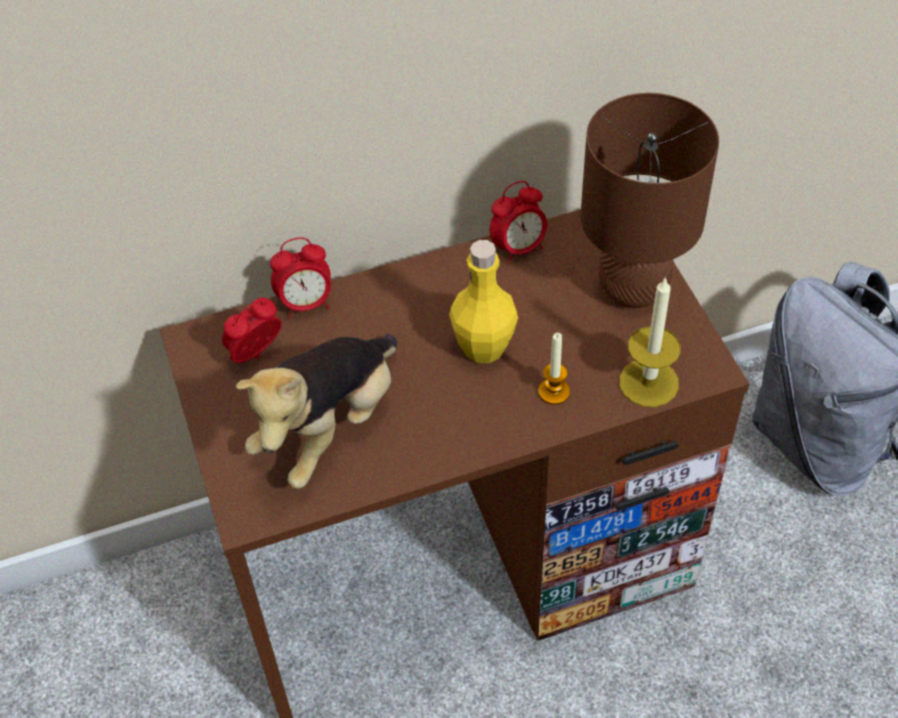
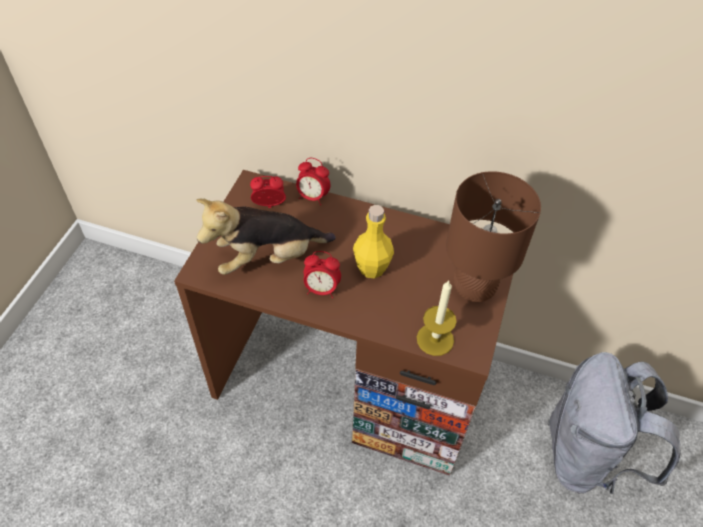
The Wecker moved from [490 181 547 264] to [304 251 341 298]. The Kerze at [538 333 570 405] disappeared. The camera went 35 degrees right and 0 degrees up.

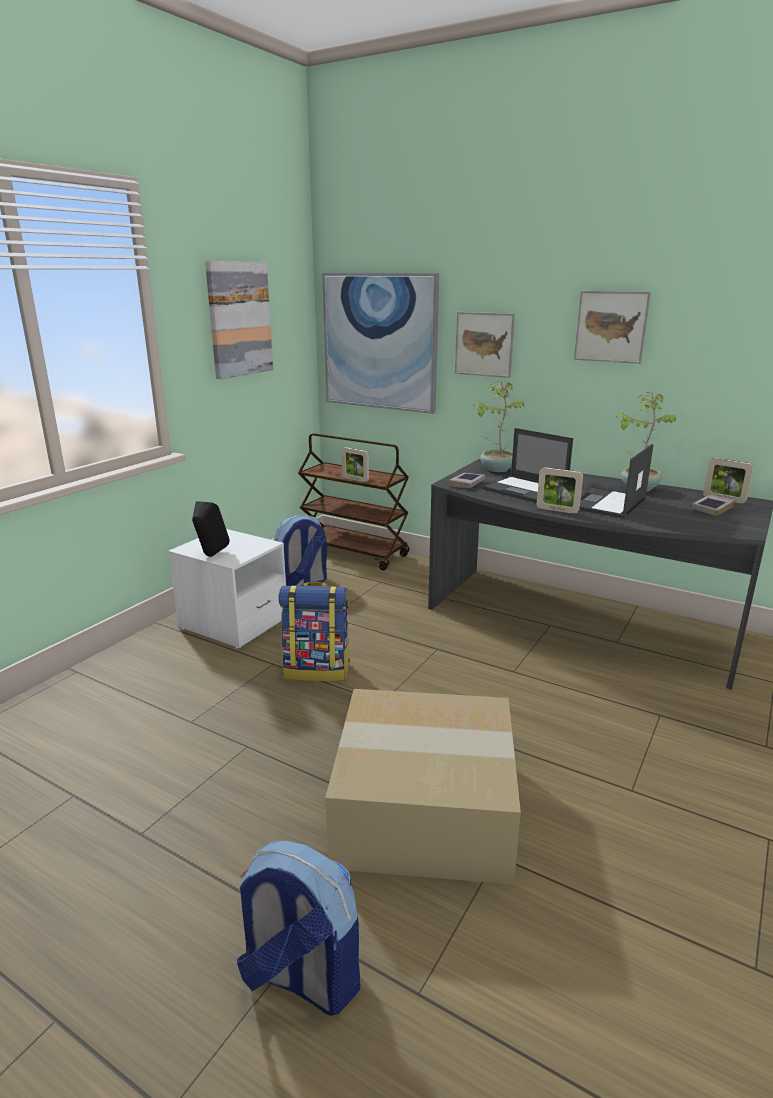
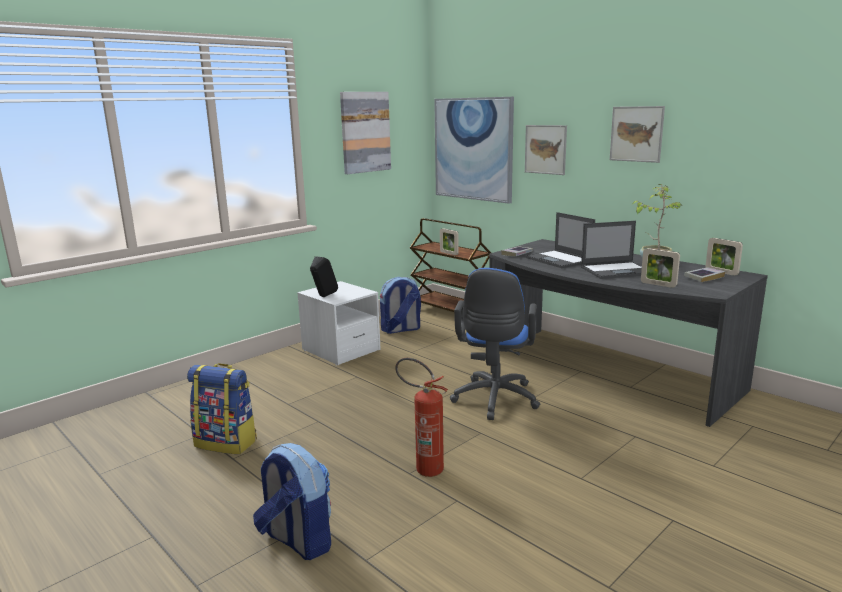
The Rucksack moved from [278 582 350 681] to [187 363 257 454]. The Karton at [325 689 521 885] was replaced by the Feuerlöscher at [395 358 448 477]. The Bürostuhl [blau] at [450 268 540 420] appeared. The Laptop at [579 444 653 519] turned 150 degrees counterclockwise. The Bilderrahmen moved from [537 467 583 514] to [641 248 680 288]. The Topfpflanze at [473 381 524 472] disappeared. The camera went 15 degrees right and 5 degrees down.

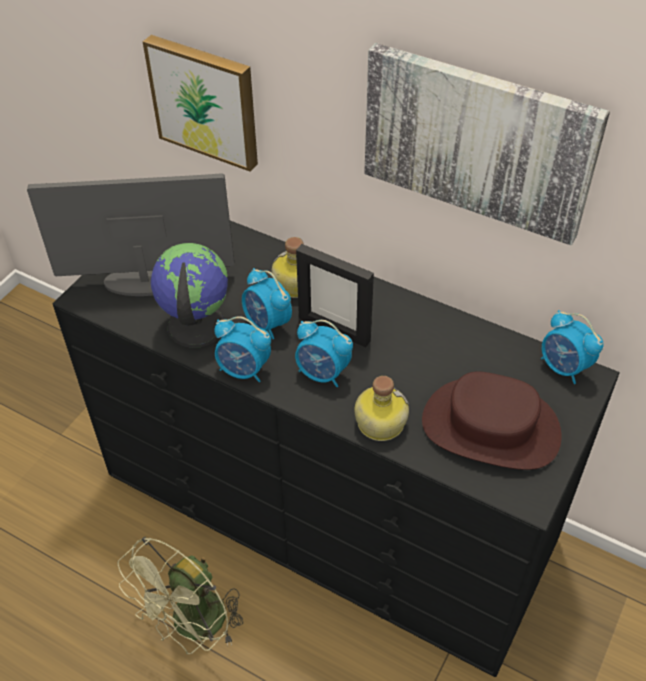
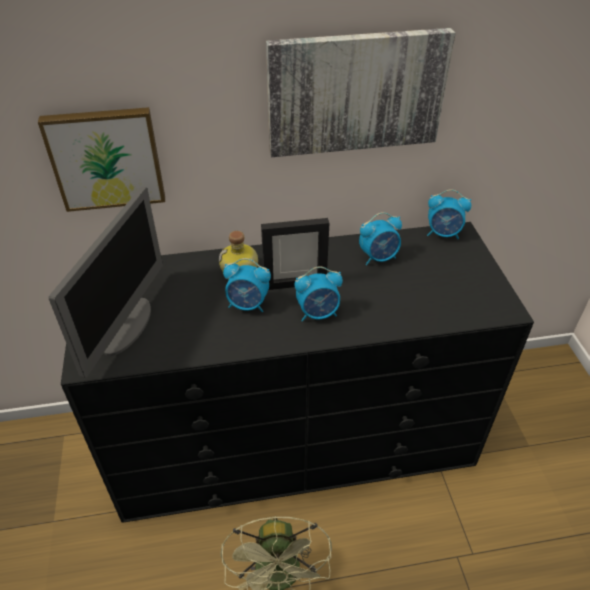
The Monitor at [27 173 234 296] turned 150 degrees clockwise. The Wecker moved from [214 316 271 382] to [359 212 402 265]. The Globus at [151 243 228 348] disappeared. The Flasche at [355 376 409 441] disappeared. The Hut [braun] at [422 371 562 470] disappeared. The camera went 40 degrees left and 5 degrees down.

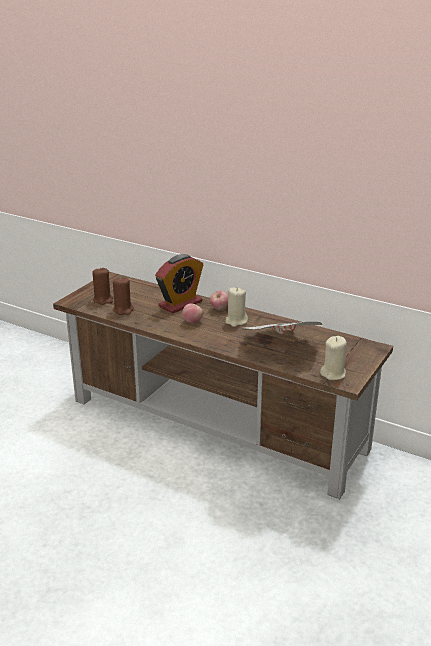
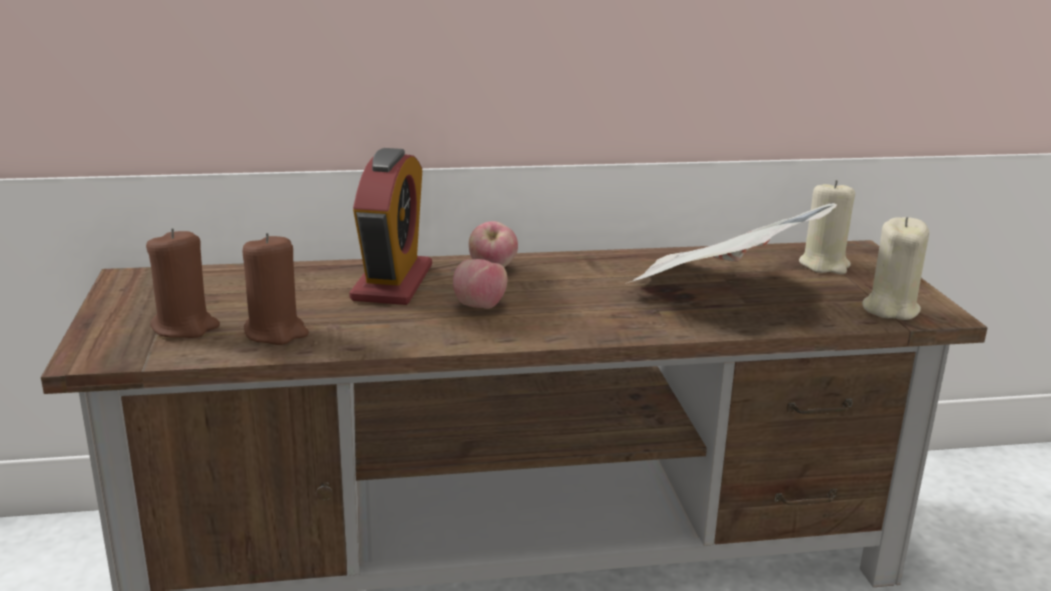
The Kerze [beige] moved from [225 287 248 327] to [799 180 855 274]. The camera went 40 degrees left and 5 degrees down.

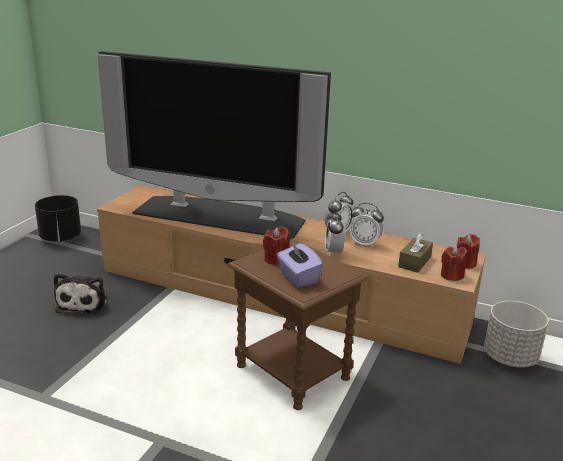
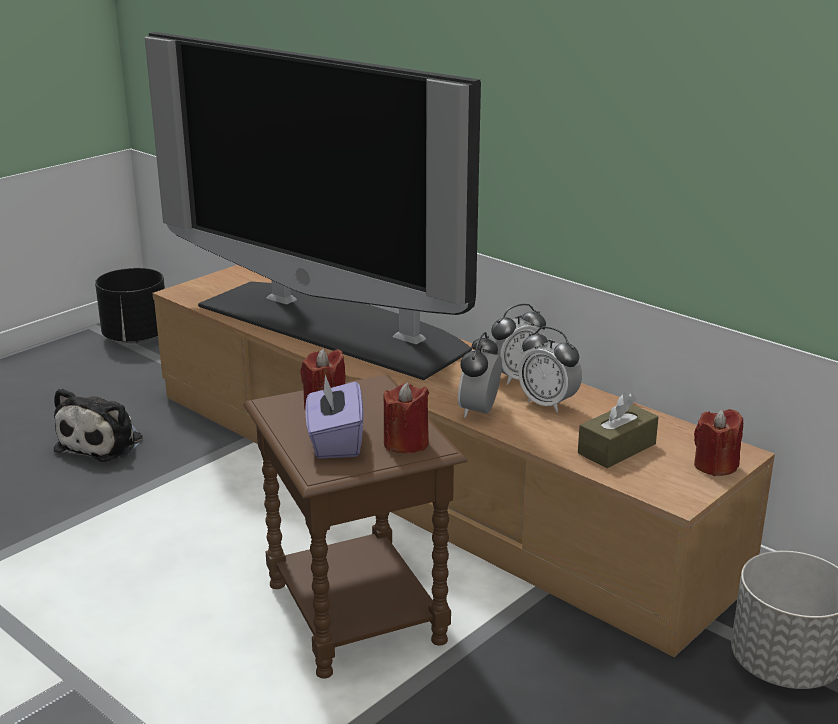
The Kerze [rot] moved from [441 246 467 281] to [383 382 429 454]. The camera went 20 degrees right and 0 degrees up.

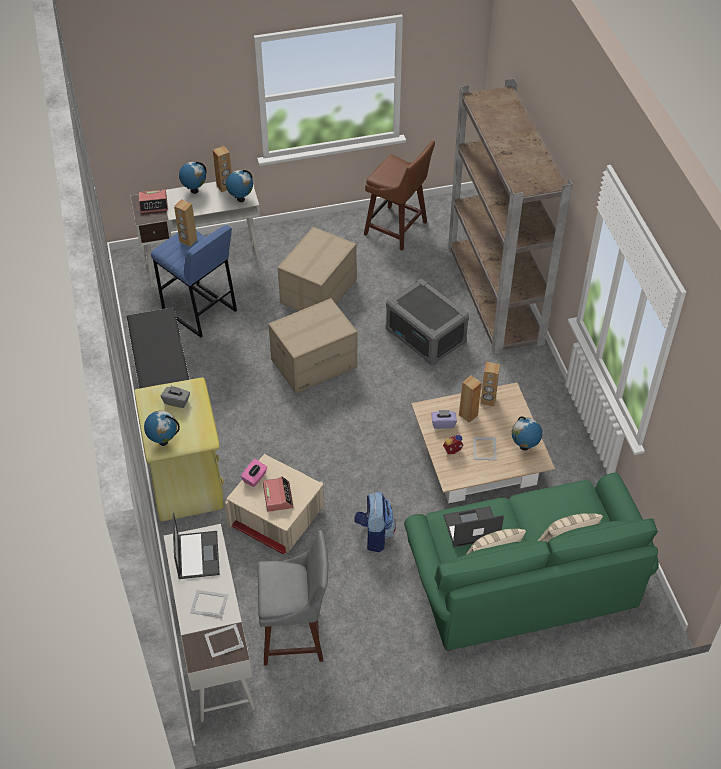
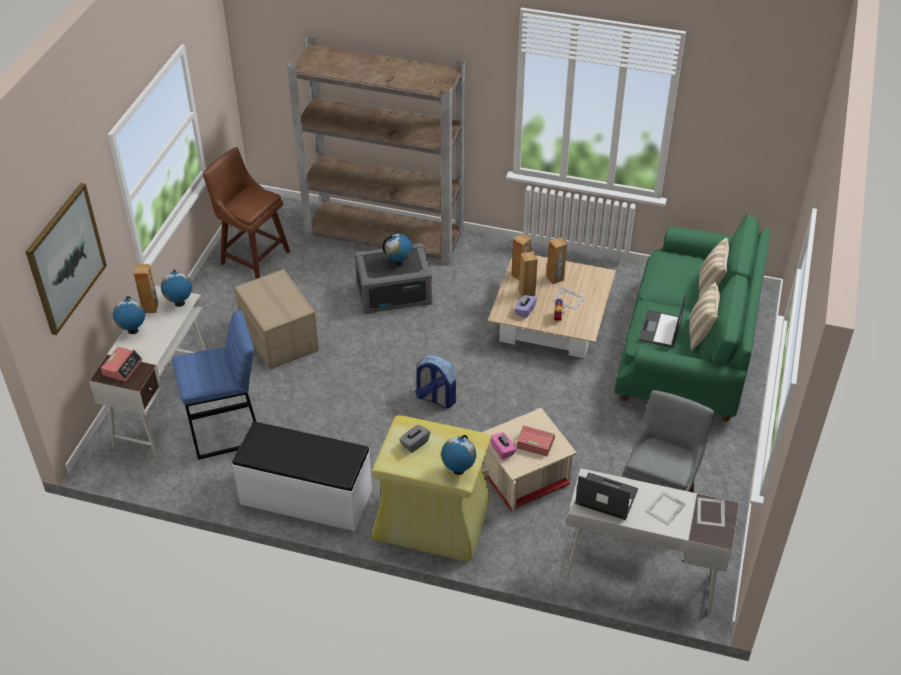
The Bild at [25 183 107 335] appeared. The Stuhl [braun] at [364 141 435 251] turned 120 degrees counterclockwise. The Globus moved from [512 416 542 450] to [383 234 413 266]. The Rucksack moved from [354 491 396 552] to [415 355 456 409]. The Lautsprecher [braun] moved from [174 199 197 247] to [547 237 567 284]. The Karton at [269 298 357 393] disappeared. The camera went 60 degrees left and 5 degrees down.

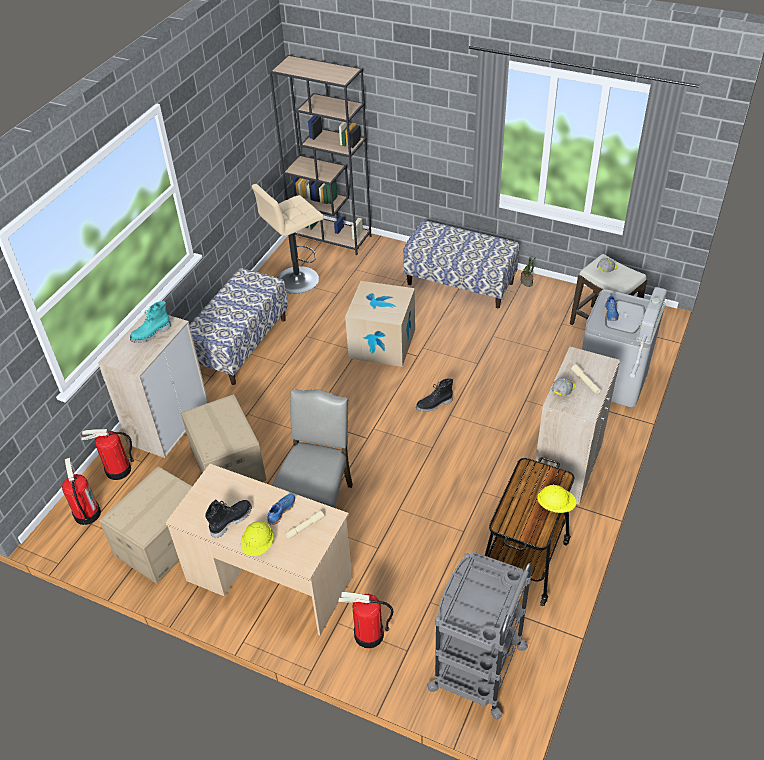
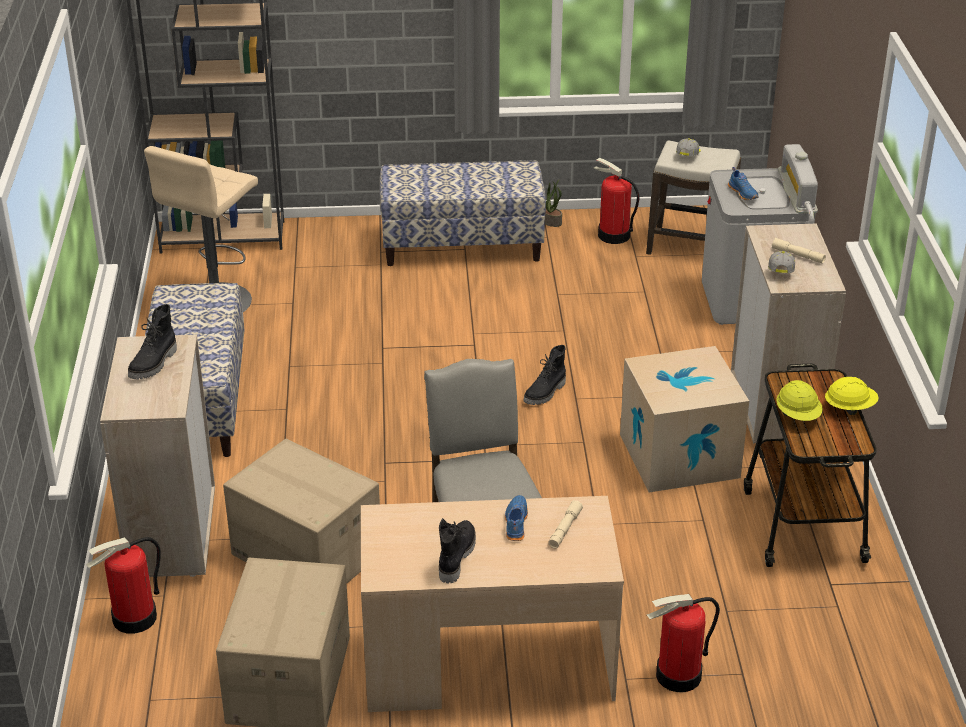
The Stiefel [türkis] at [130 301 171 343] became the Stiefel [schwarz] at [128 304 177 379]. The Feuerlöscher moved from [62 458 101 525] to [594 158 639 244]. The Karton moved from [345 281 415 367] to [620 346 749 492]. The Schutzhelm [gelb] moved from [241 521 274 556] to [776 380 823 421]. The Rollwagen [grau] at [427 552 532 719] disappeared. The camera went 30 degrees left and 10 degrees down.

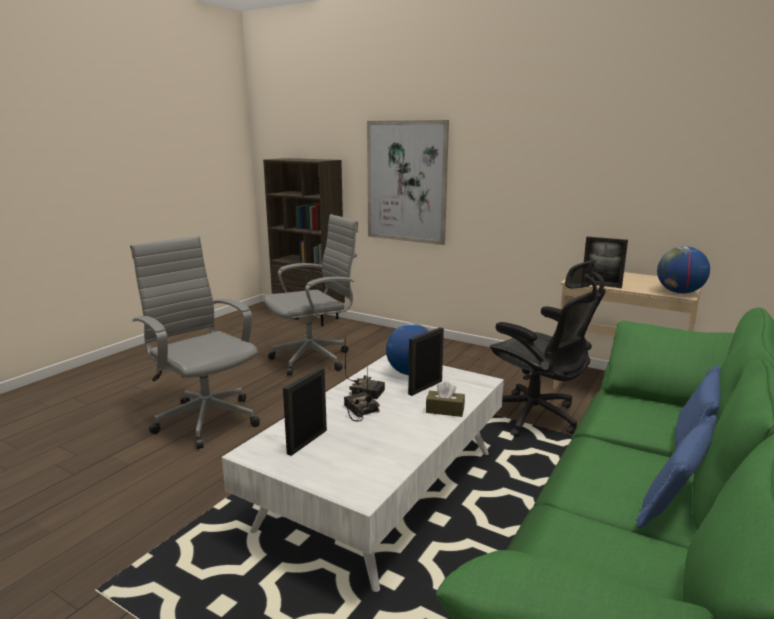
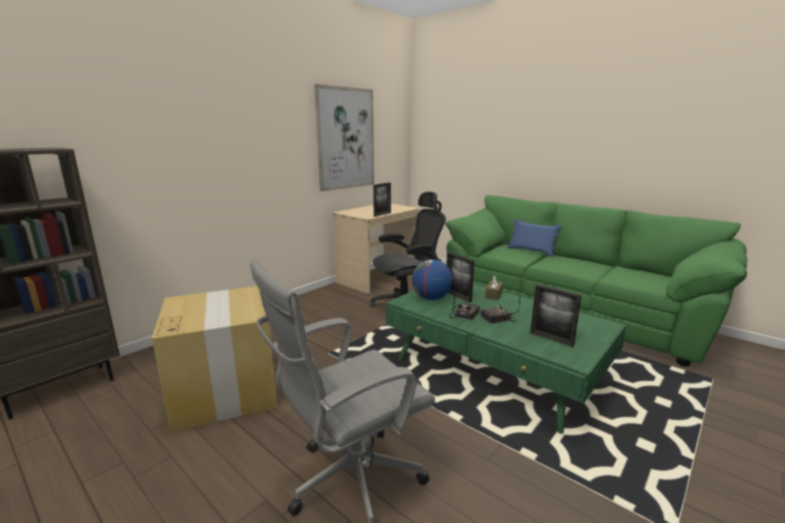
The Bürostuhl [grau] at [264 214 358 376] was replaced by the Karton at [152 286 278 432]. The Bild moved from [367 120 449 245] to [314 84 374 191]. The Couchtisch [weiß] at [222 355 504 592] became the Couchtisch [grün] at [386 284 627 434]. The Kissen [blau] at [637 415 717 528] disappeared. The Globus at [657 246 710 294] disappeared. The camera went 80 degrees left and 0 degrees up.

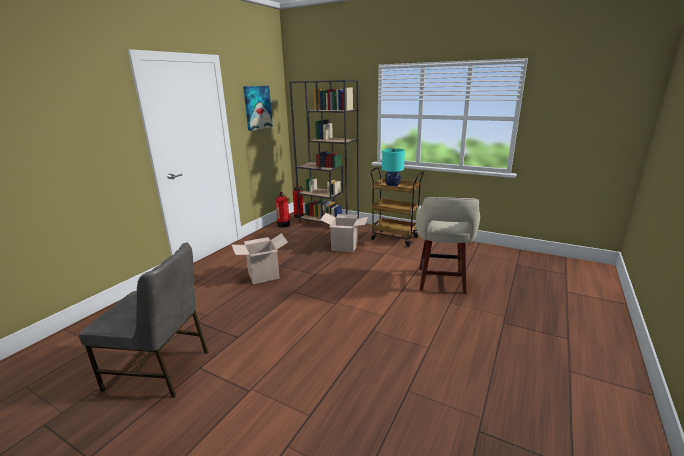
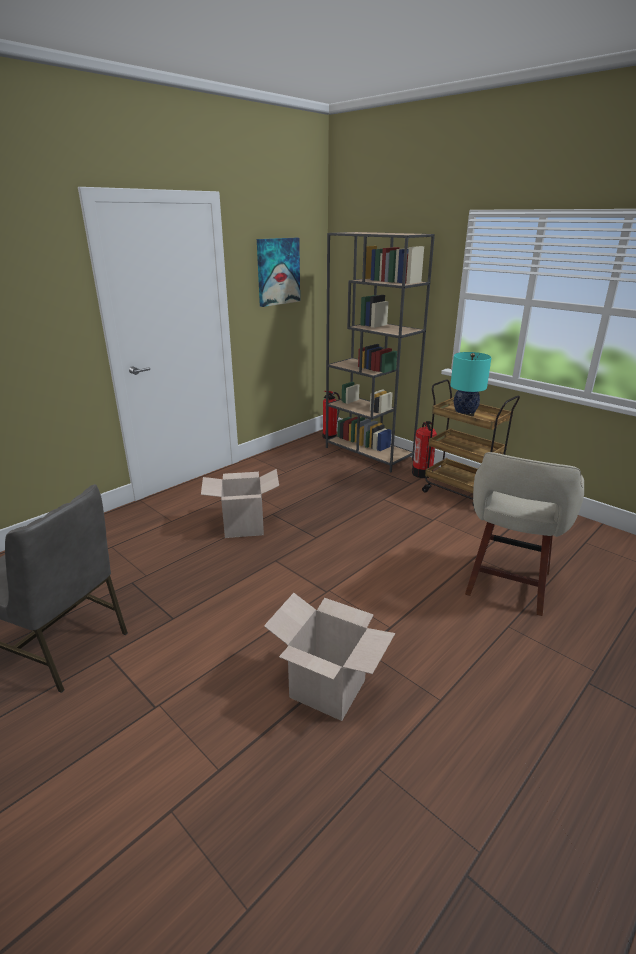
The Karton moved from [320 213 368 252] to [264 593 395 721]. The Feuerlöscher moved from [275 192 290 228] to [412 421 437 478]. The camera went 15 degrees right and 5 degrees up.

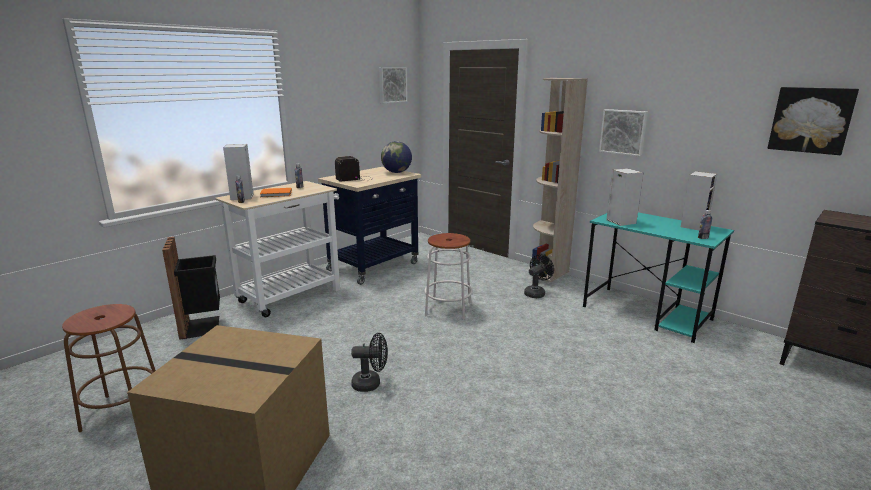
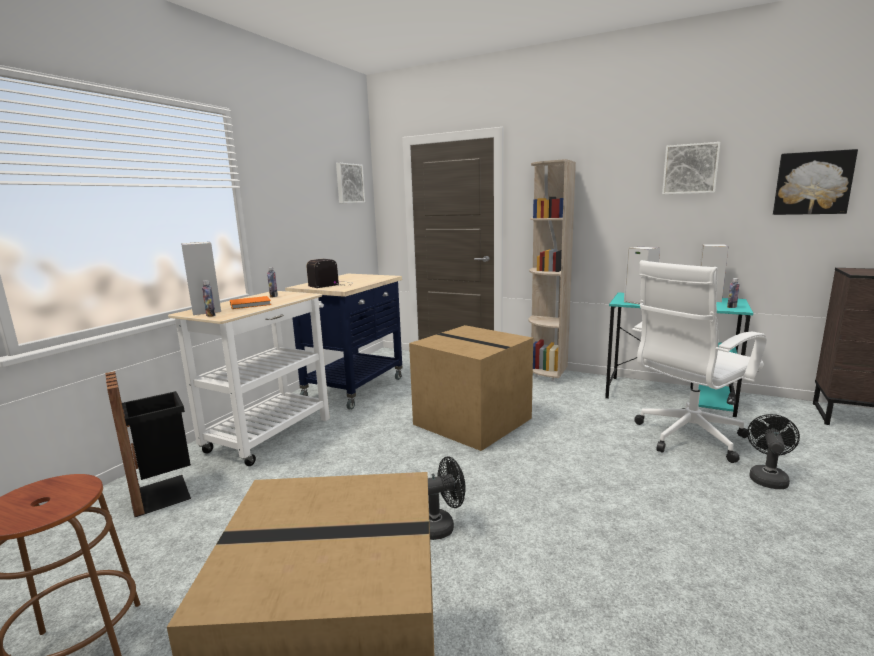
The Hocker [weiß] at [425 233 473 320] was replaced by the Karton at [409 325 533 451]. The Bürostuhl [weiß] at [632 260 767 463] appeared. The Bild moved from [599 109 648 156] to [662 142 720 194]. The Ventilator [schwarz] moved from [524 254 554 298] to [747 414 800 489]. The Globus at [381 141 412 173] disappeared. The camera went 15 degrees left and 5 degrees down.

